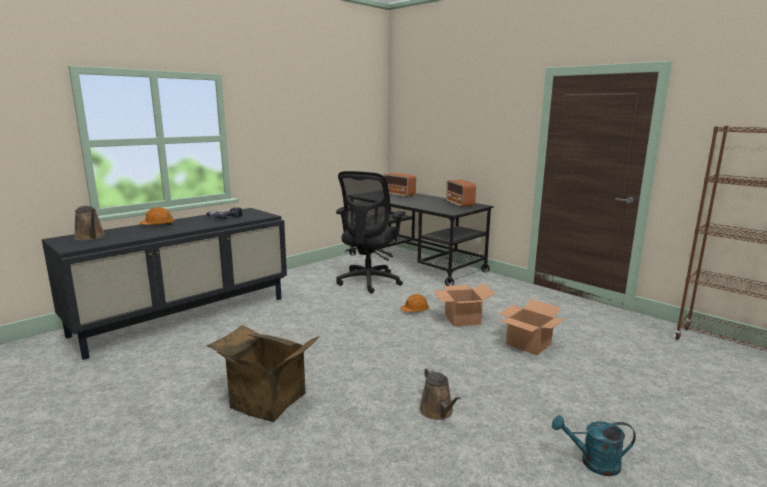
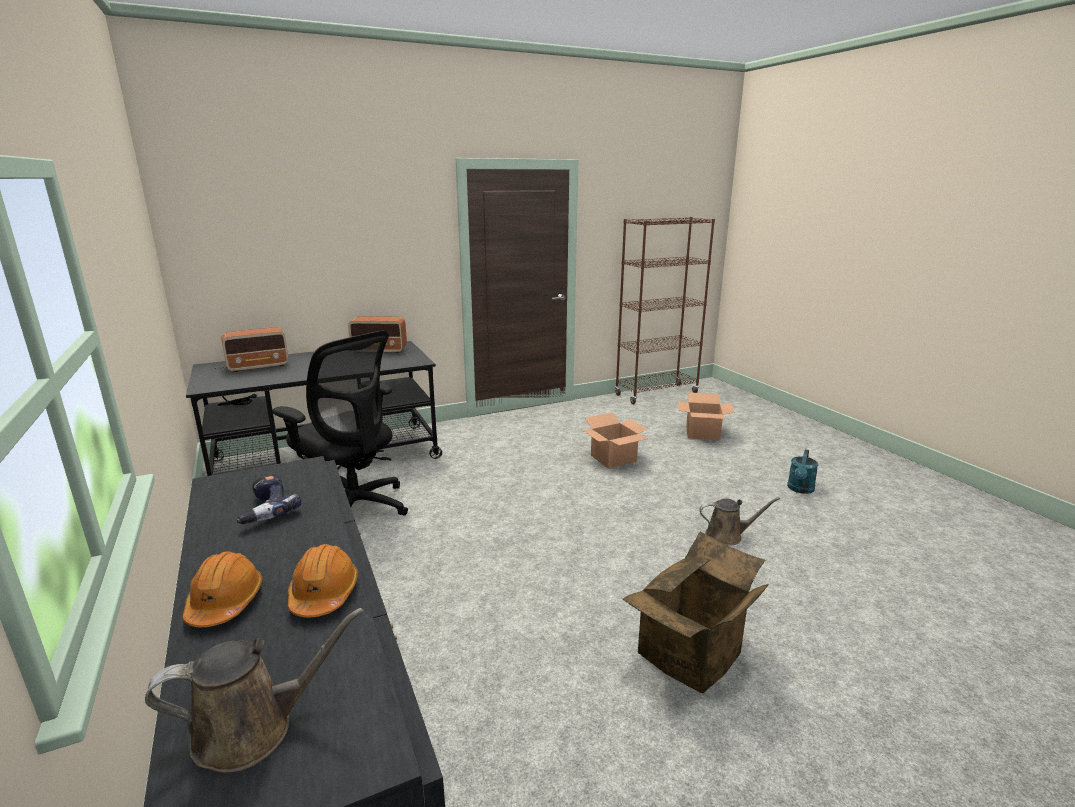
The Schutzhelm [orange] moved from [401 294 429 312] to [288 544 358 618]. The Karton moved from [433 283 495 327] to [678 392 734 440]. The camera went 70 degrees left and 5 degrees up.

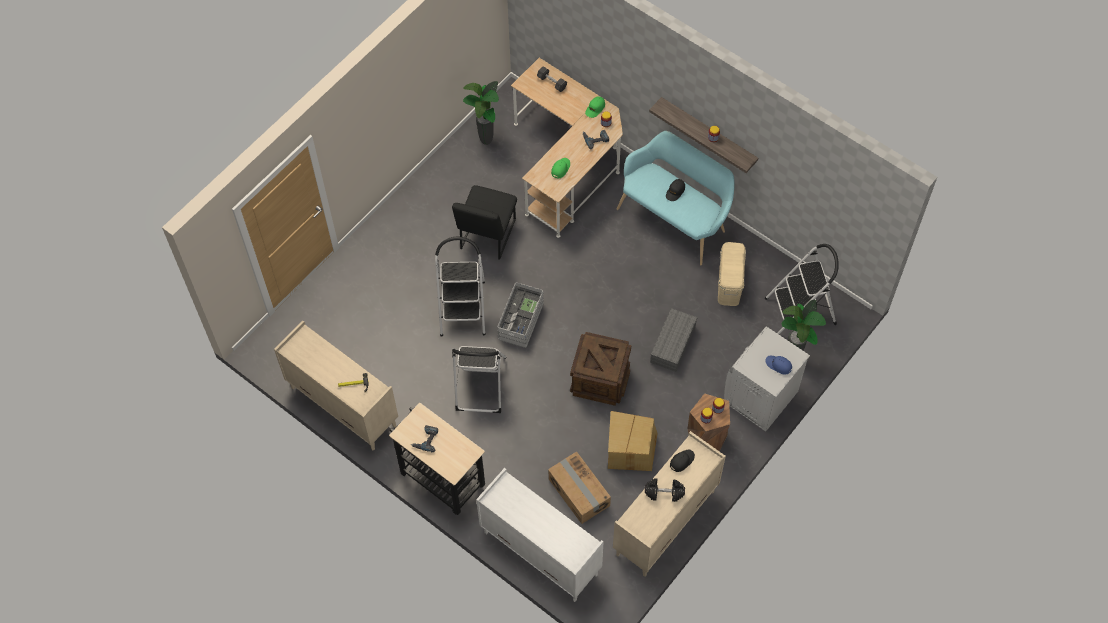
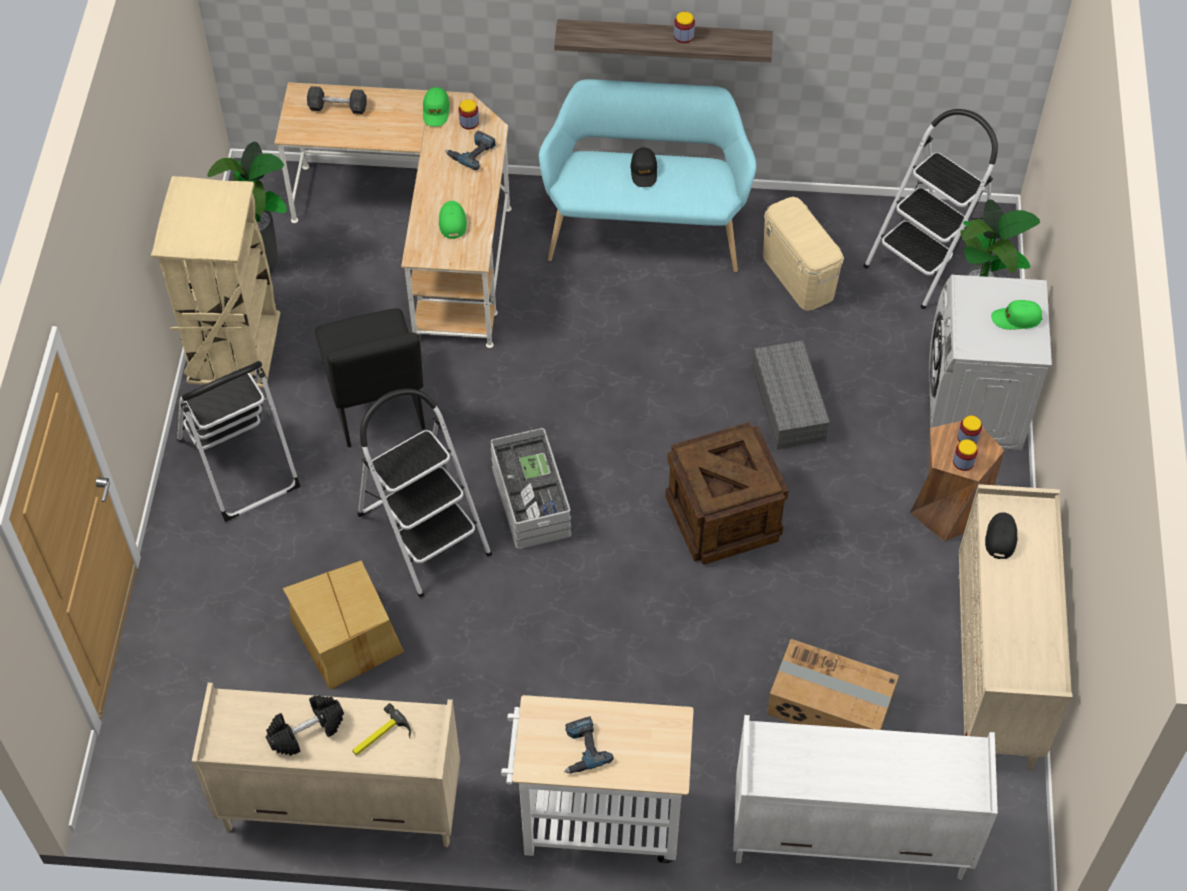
The Bücherregal [beige] at [151 176 280 388] appeared. The Trittleiter moved from [452 346 506 413] to [177 361 300 522]. The Hantel [schwarz] moved from [645 478 685 502] to [266 695 344 756]. The Karton moved from [608 411 658 471] to [283 560 404 690]. The Rollwagen [schwarz] at [389 403 485 515] became the Rollwagen [weiß] at [501 695 694 863]. The Kappe [blau] at [765 356 792 374] became the Kappe [grün] at [991 300 1042 330]. The camera went 35 degrees left and 5 degrees down.

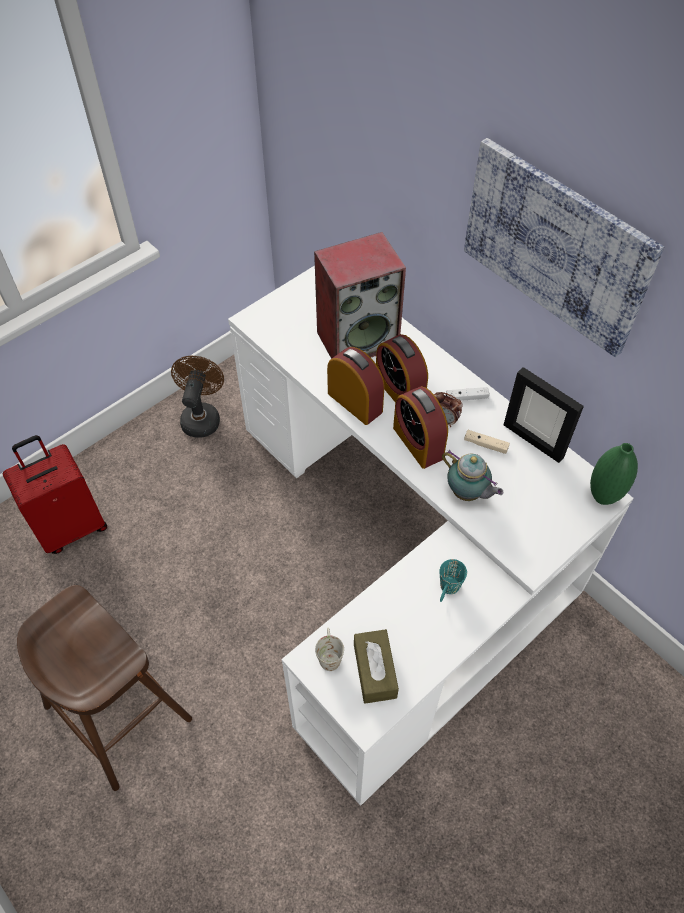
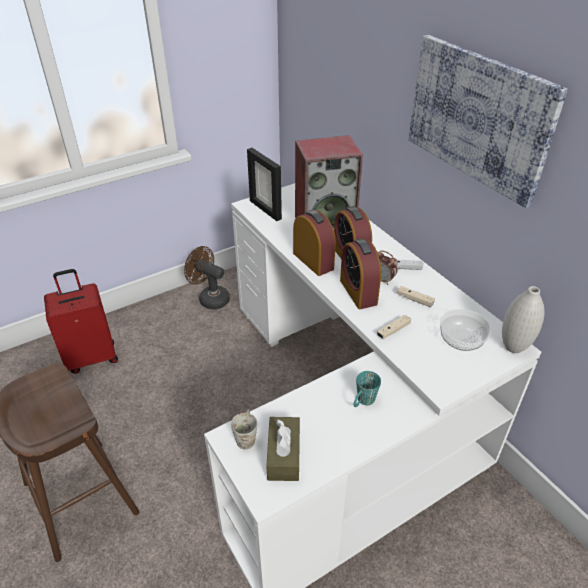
The Ventilator [braun] at [171 356 224 438] turned 75 degrees counterclockwise. The Bilderrahmen moved from [504 367 584 463] to [247 148 282 221]. The Teekanne at [442 450 503 501] was replaced by the Gamepad [beige] at [377 315 411 339]. The Schüssel at [440 309 491 351] appeared. The Vase [grün] at [590 443 638 505] became the Vase [weiß] at [502 286 544 353]. The camera went 10 degrees right and 15 degrees down.

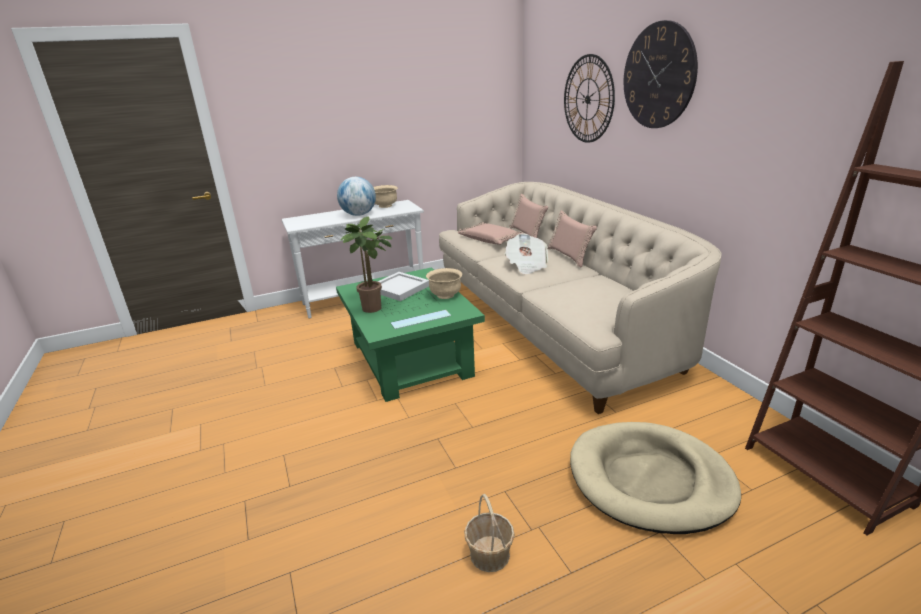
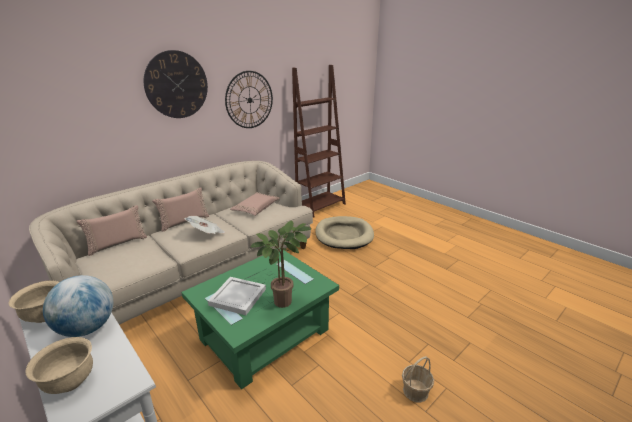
The Schüssel [beige] moved from [426 268 462 299] to [25 337 93 394]. The Wanduhr moved from [564 54 615 143] to [225 71 273 128]. The Kissen [beige] moved from [458 222 523 245] to [230 192 280 216]. The Korb moved from [464 494 515 572] to [402 356 434 402]. The camera went 110 degrees left and 0 degrees up.

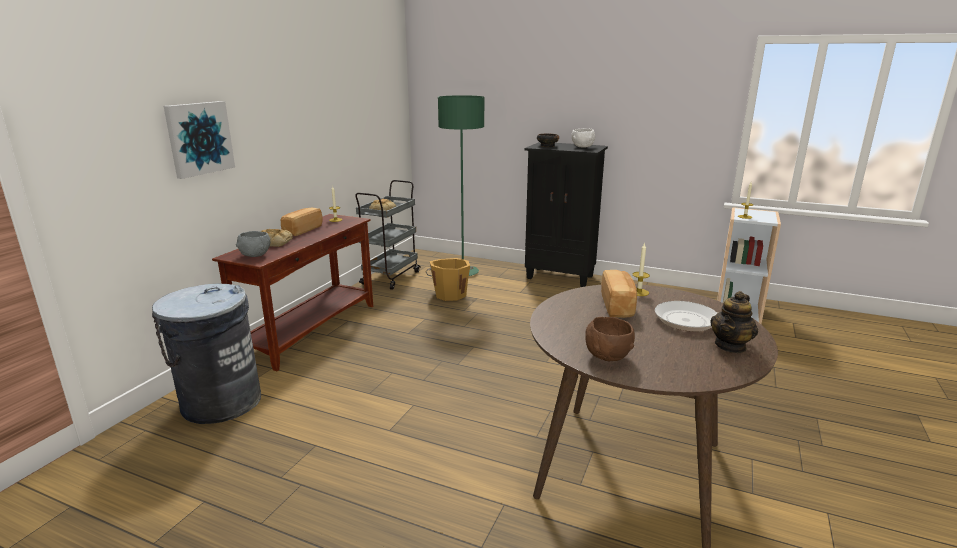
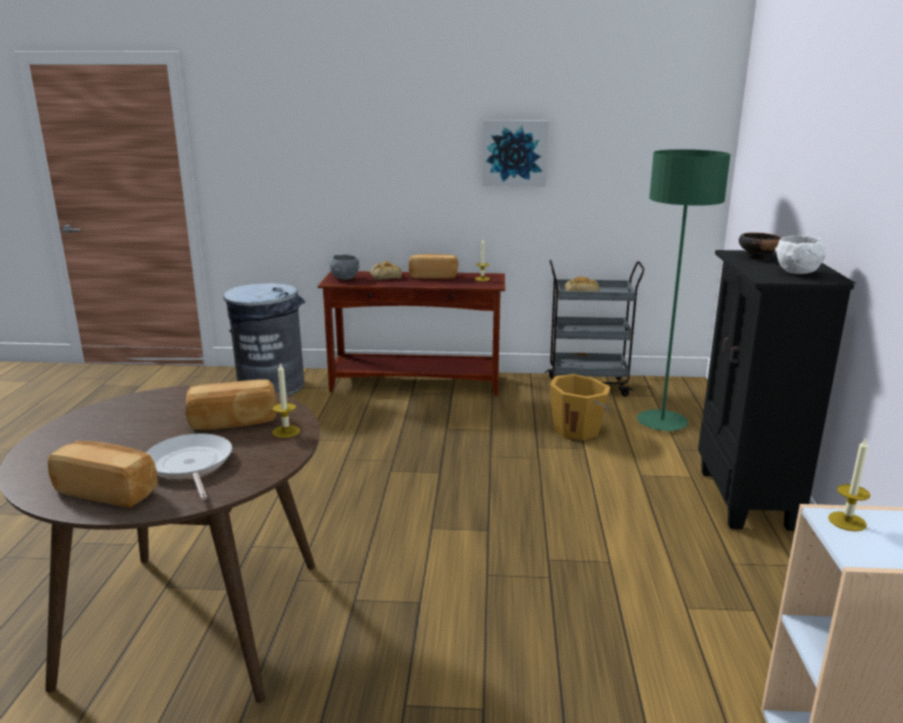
The Teekanne at [710 291 758 354] was replaced by the Brot at [48 441 158 508]. The Bild moved from [164 101 235 179] to [483 120 548 186]. The Schüssel [braun] at [585 317 635 361] disappeared. The camera went 70 degrees right and 0 degrees up.

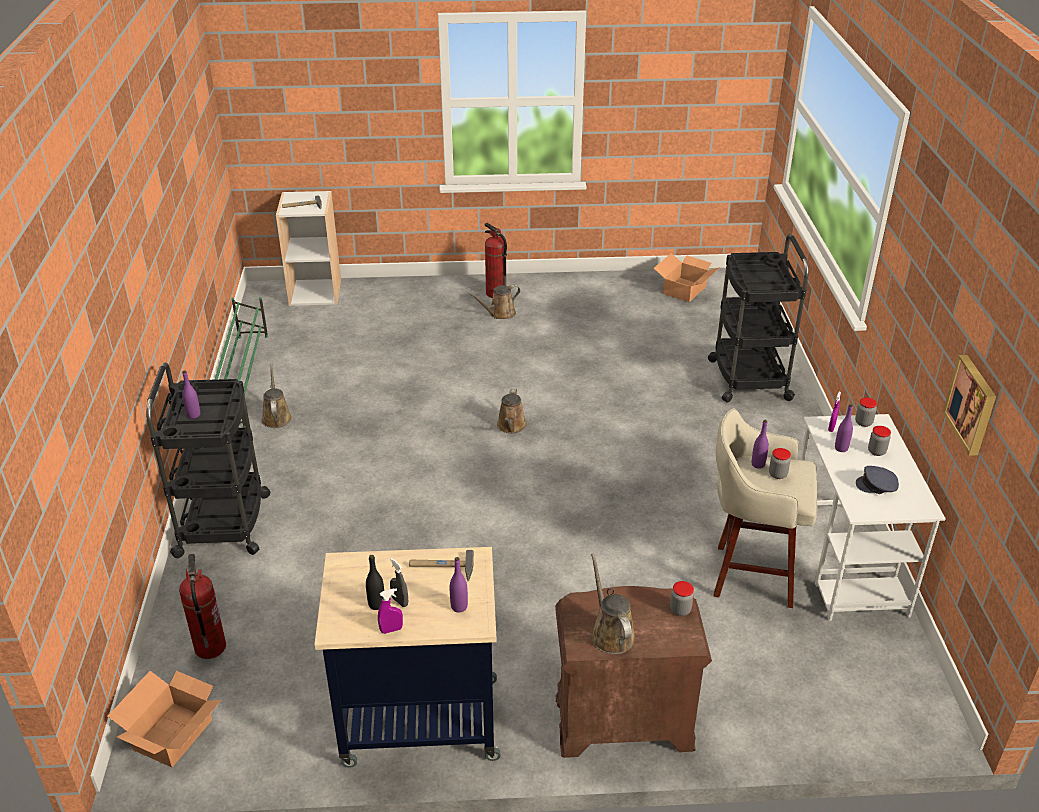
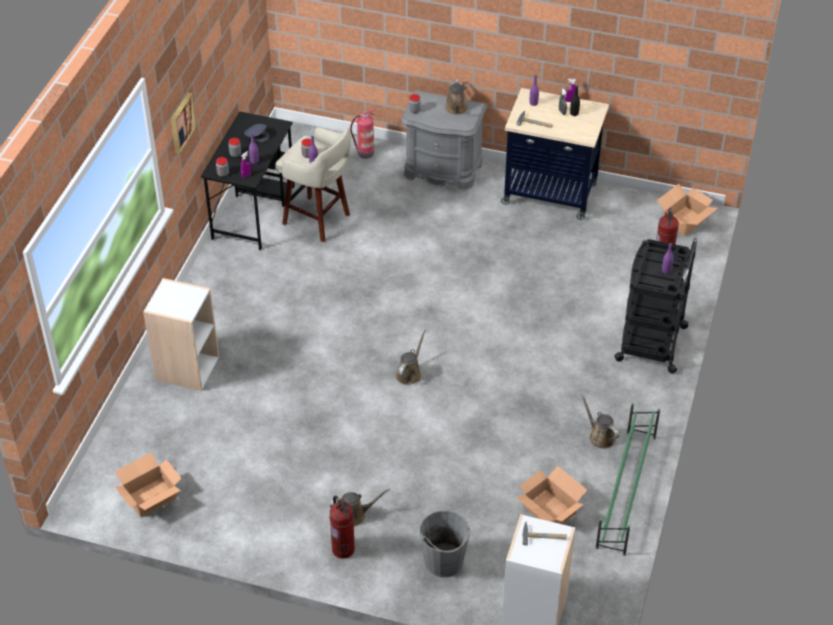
The Rollwagen [schwarz] at [708 234 809 403] was replaced by the Bücherregal at [143 278 219 391]. The Bild moved from [942 355 996 456] to [171 93 197 154]. The Schreibtisch [weiß] at [800 414 946 621] became the Schreibtisch [schwarz] at [201 111 295 250]. The Feuerlöscher at [350 109 376 159] appeared. The Nachttisch [braun] at [555 586 712 758] became the Nachttisch [grau] at [401 90 487 191]. The Eimer [grau] at [419 510 470 577] appeared. The Karton at [516 466 587 524] appeared. The Gießkanne [braun] at [261 364 292 428] turned 135 degrees clockwise. The camera went 160 degrees left and 10 degrees up.

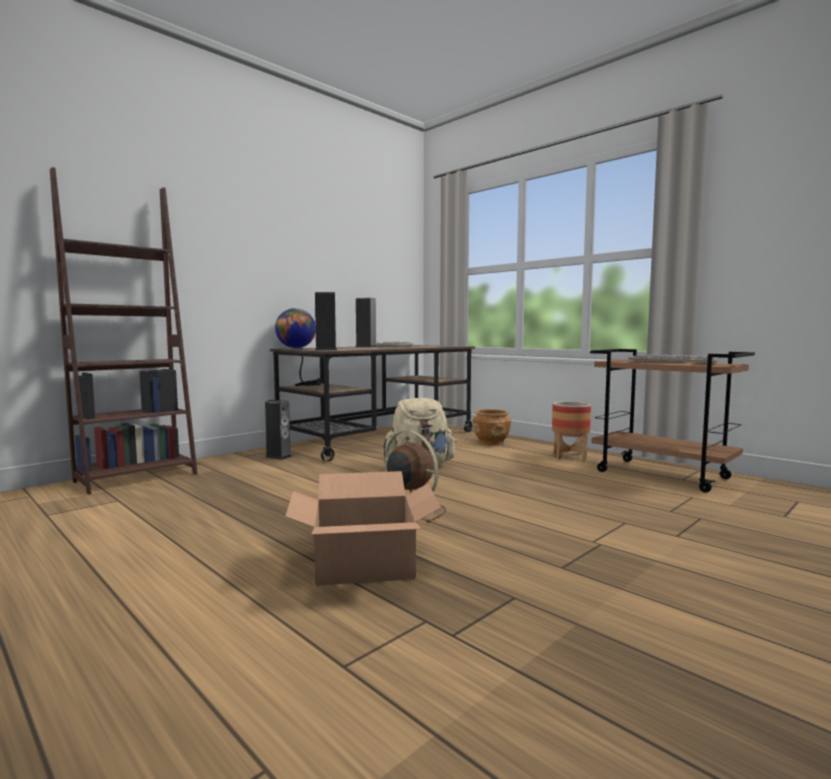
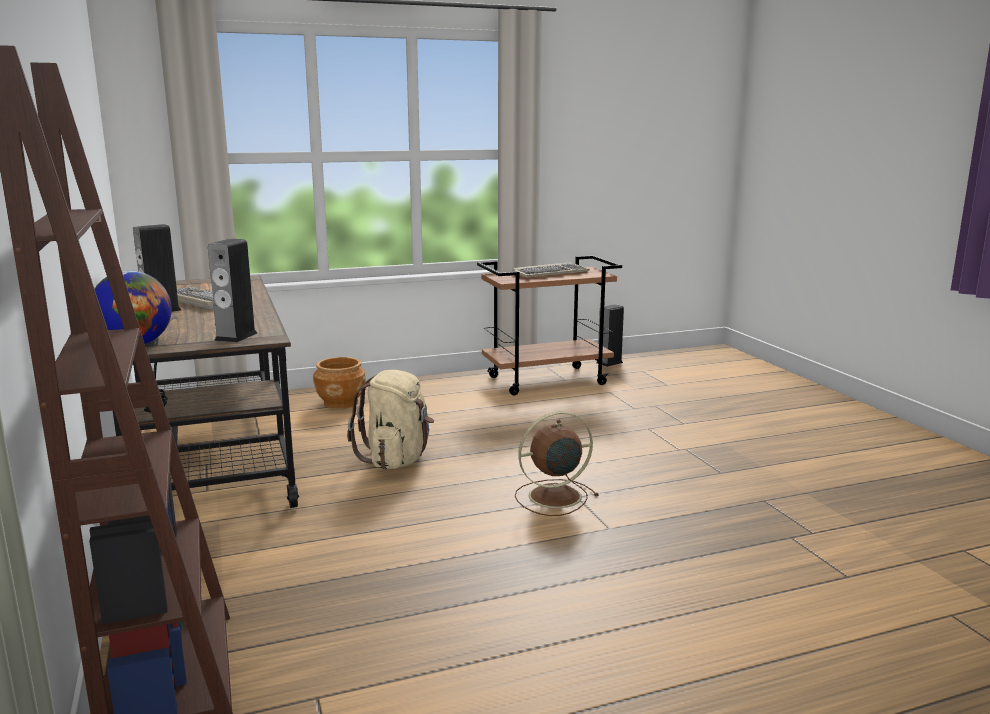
The Lautsprecher moved from [265 400 292 460] to [596 304 624 367]. The Karton at [285 471 442 586] disappeared. The Pflanzkübel at [552 401 591 460] disappeared. The camera went 65 degrees left and 10 degrees up.

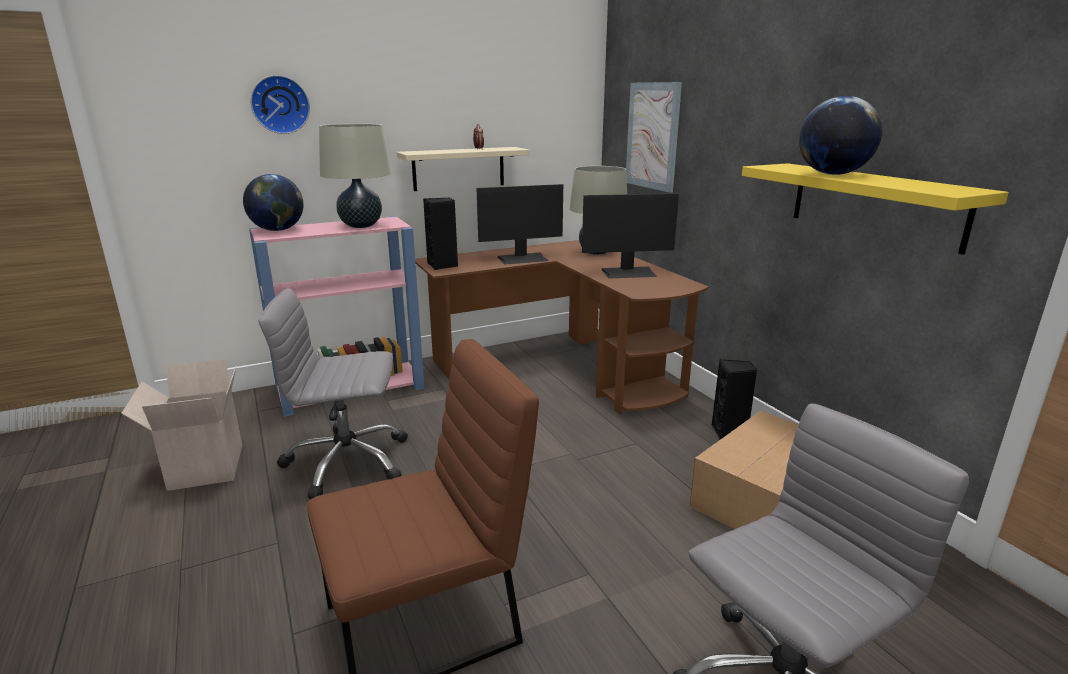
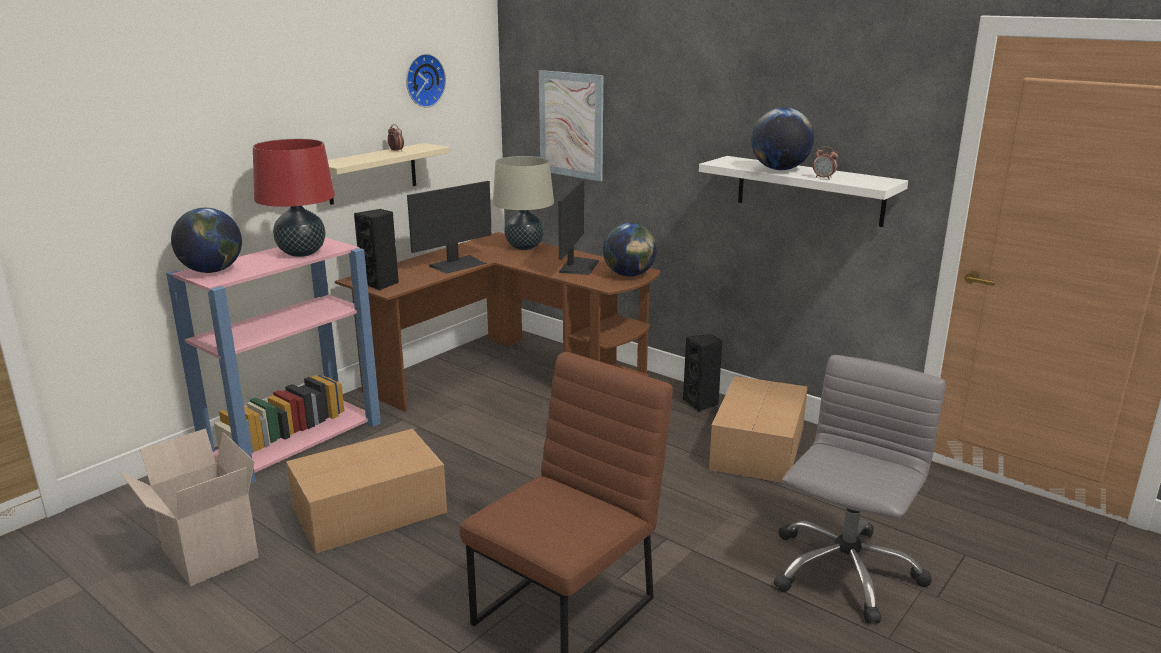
The Tischlampe [beige] at [319 124 391 228] became the Tischlampe [rot] at [253 139 335 257]. The Bürostuhl [grau] at [258 288 407 499] was replaced by the Karton at [286 429 447 554]. The Wanduhr moved from [251 75 310 134] to [406 54 446 107]. The Monitor at [582 193 679 278] turned 45 degrees counterclockwise. The Globus at [603 223 657 277] appeared. The Wandregal [gelb] at [742 163 1009 255] became the Wandregal [weiß] at [699 156 908 227]. The Wecker at [813 146 838 180] appeared. The camera went 25 degrees left and 0 degrees up.

